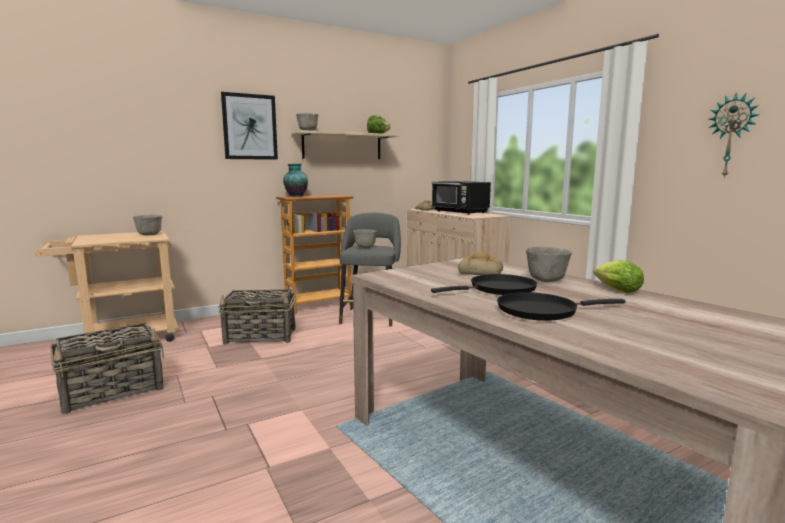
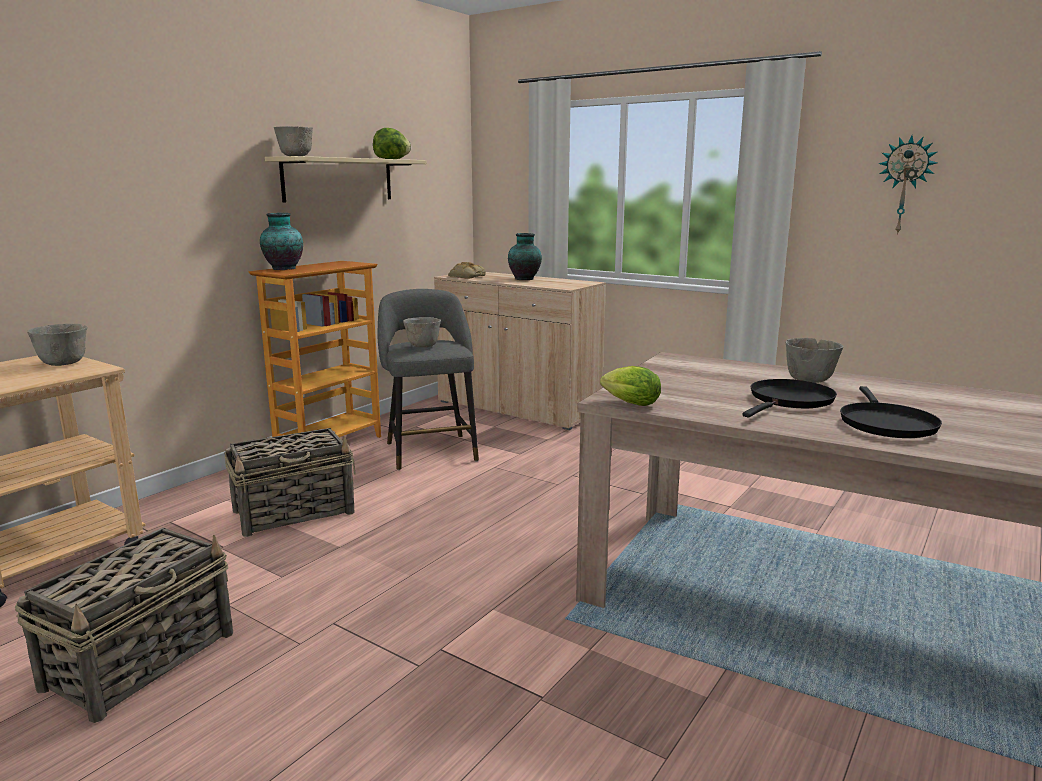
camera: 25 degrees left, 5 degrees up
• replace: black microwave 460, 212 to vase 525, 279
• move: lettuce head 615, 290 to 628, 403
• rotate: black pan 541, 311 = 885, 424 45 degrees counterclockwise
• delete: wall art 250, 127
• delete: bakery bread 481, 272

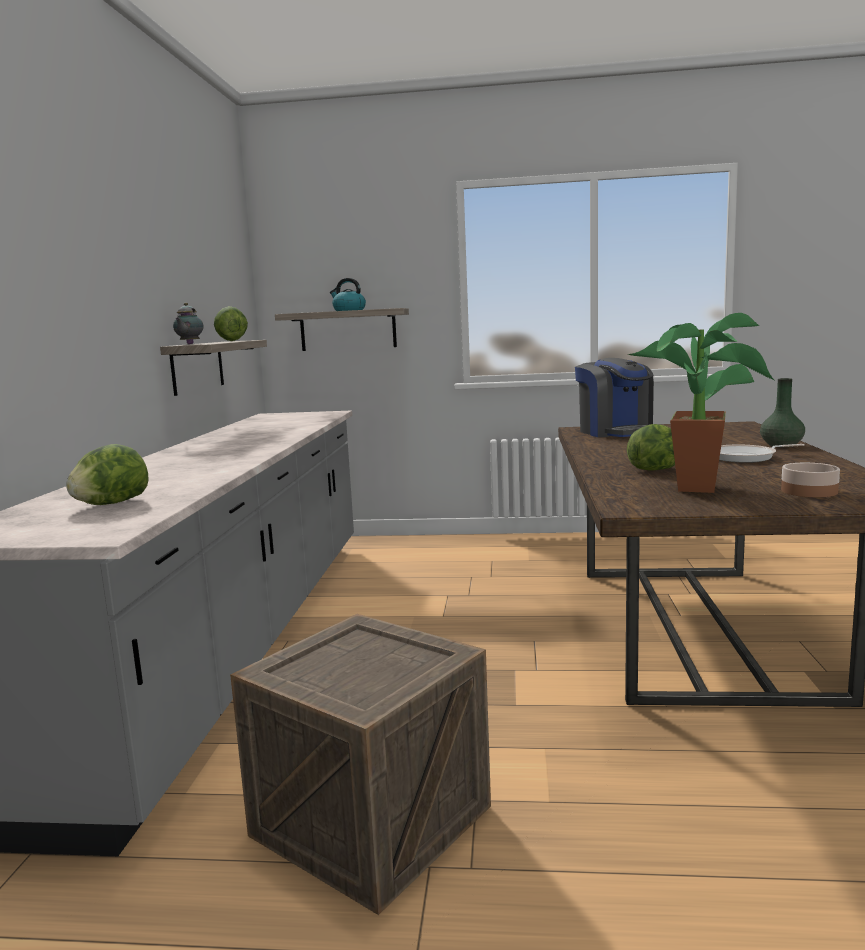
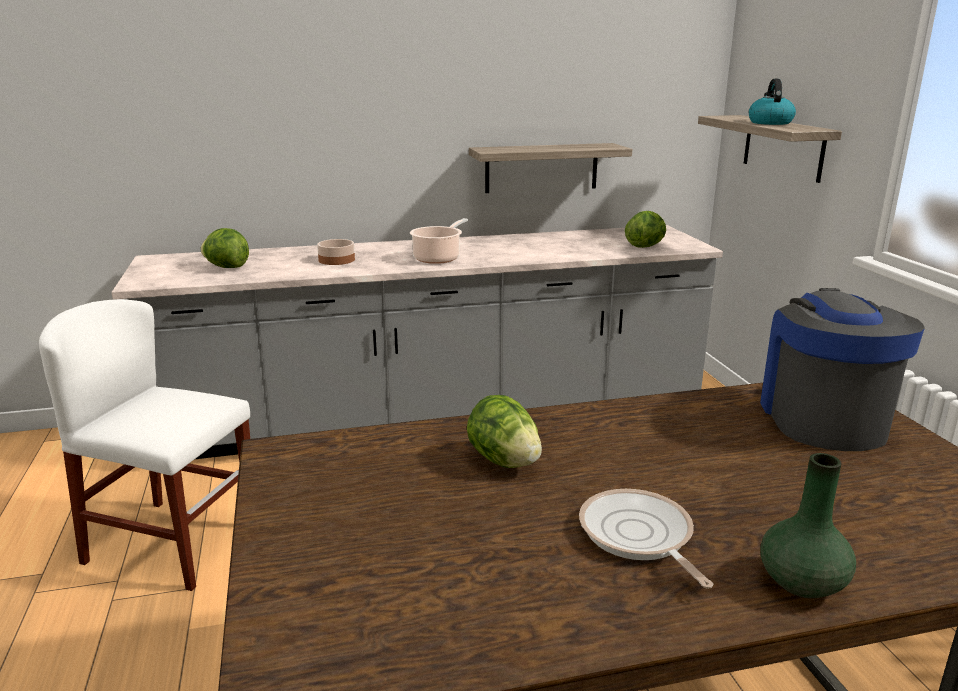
camera: 70 degrees right, 10 degrees up
• replace: crate 371, 821 to white upright chair 173, 543
• move: deep dish 810, 491 to 336, 260
• insert: saucepot 438, 258
• move: lettuce head 231, 341 to 645, 246
• rotate: coffee maker 616, 432 = 822, 418 135 degrees clockwise
• delete: tea pot 189, 344
• delete: plant in a pot 702, 486

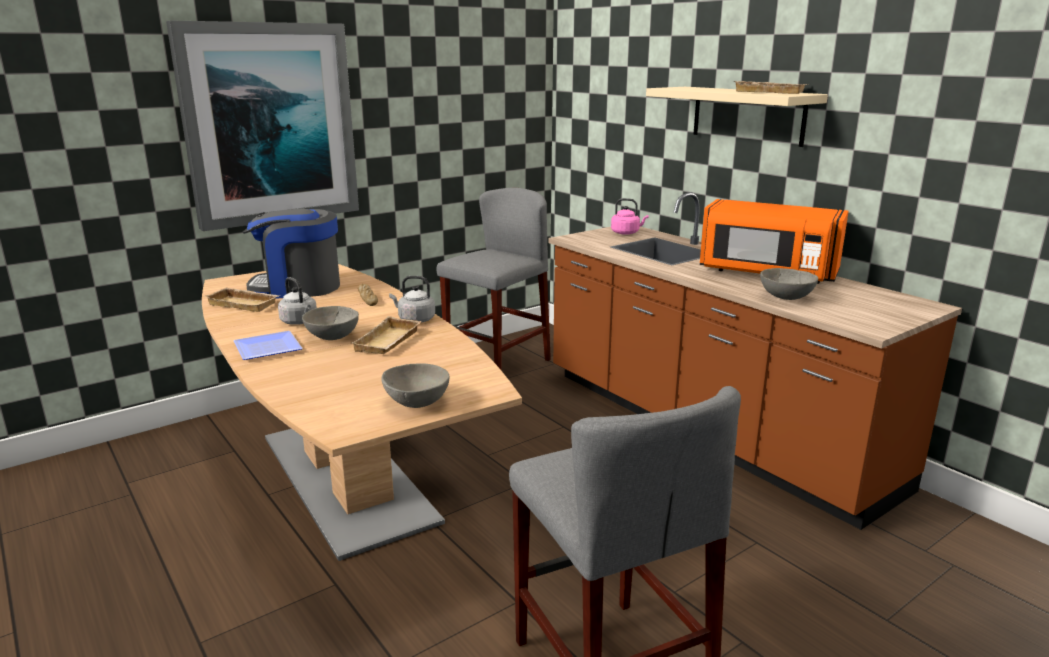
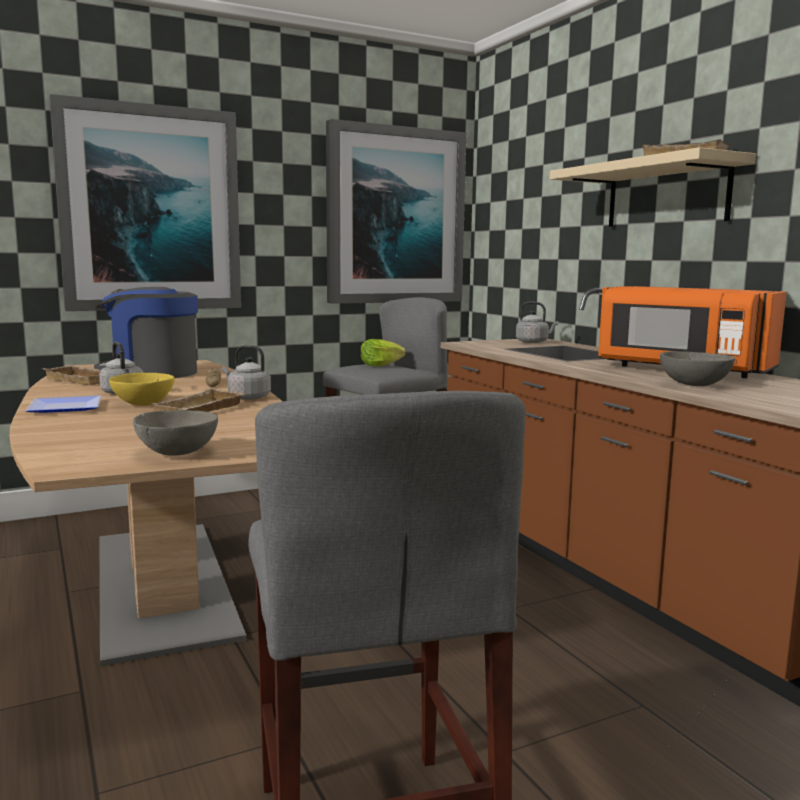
camera: 10 degrees right, 10 degrees down
• recolor: greyish deep dish 332, 337 to yellow deep dish 143, 404
• insert: wall art 395, 216
• insert: lettuce head 380, 365
• recolor: pinkish tea kettle 626, 233 to greyish tea kettle 533, 342

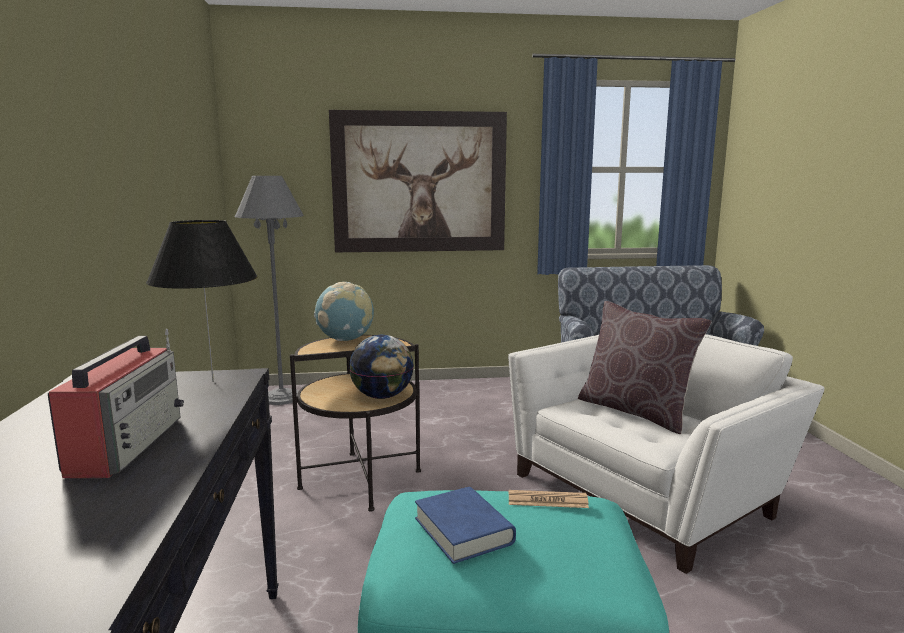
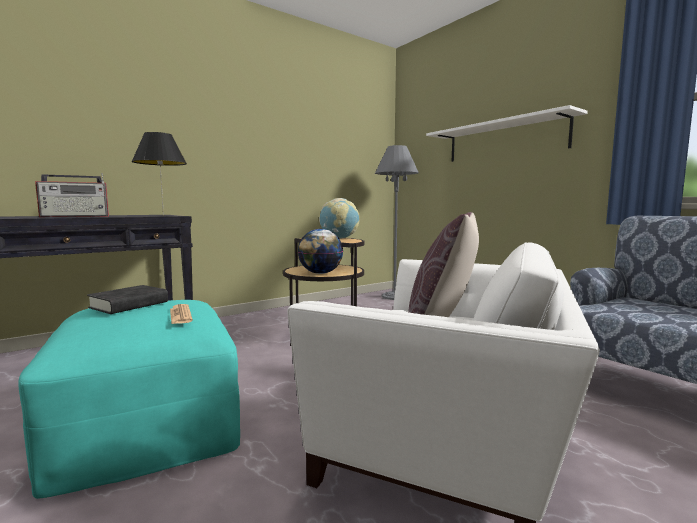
camera: 60 degrees right, 5 degrees down
• recolor: blue-coloured book 463, 531 to black book 129, 305
• replace: wall art 419, 182 to white shelf 504, 140

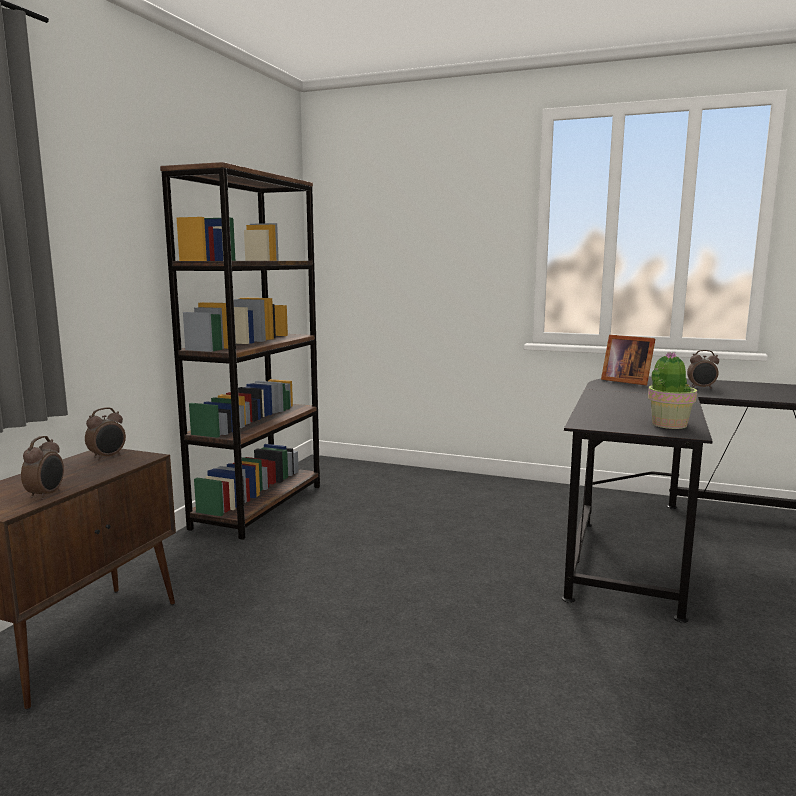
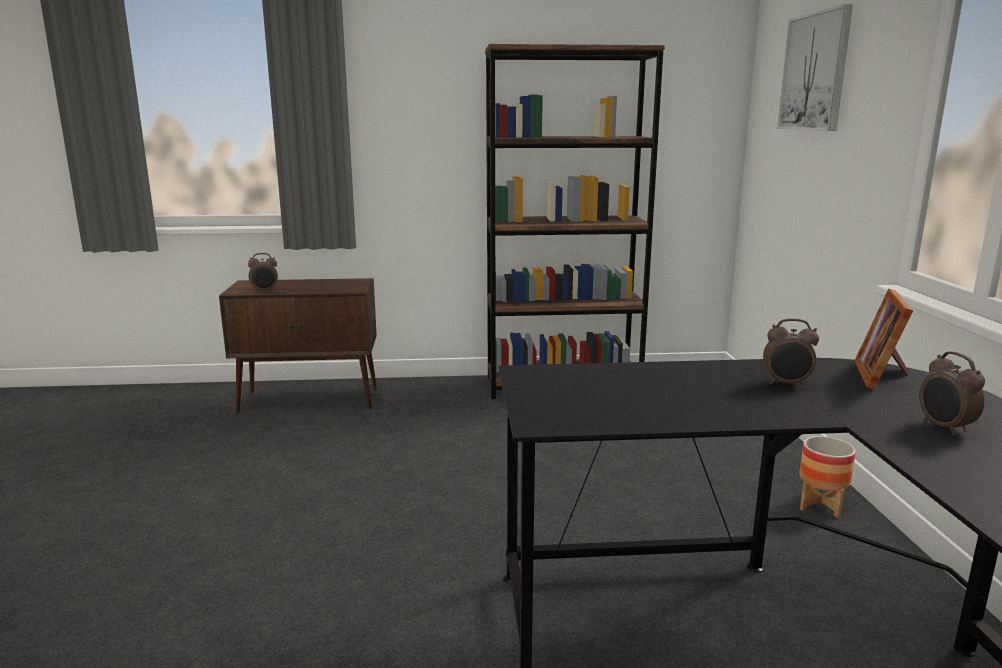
camera: 65 degrees right, 5 degrees up
• move: alarm clock 108, 457 to 786, 384
• insert: wall art 815, 72
• insert: plant pot 820, 505
• delete: plant in a pot 668, 425

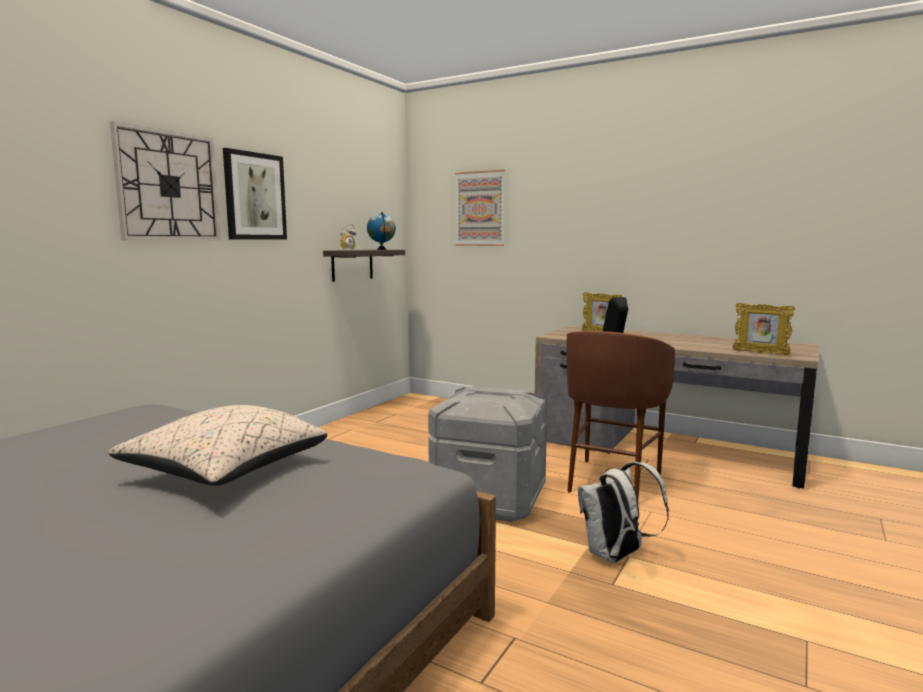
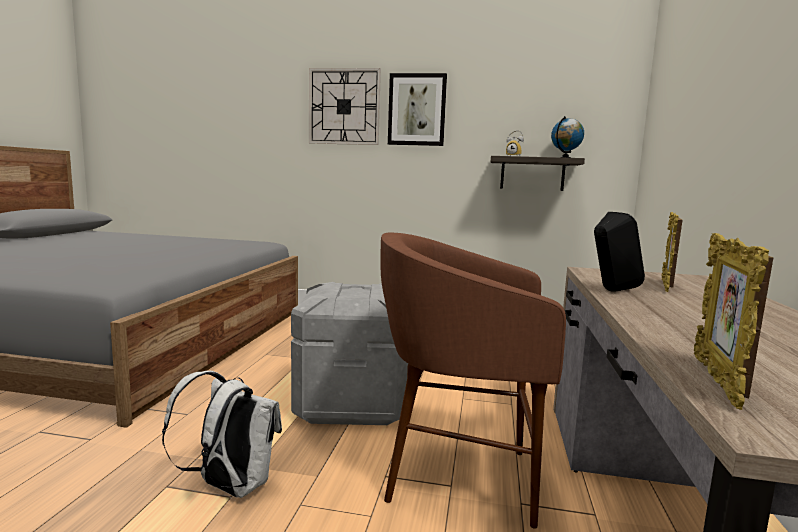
camera: 70 degrees right, 0 degrees up
• delete: sand-coloured pillow 225, 472
• delete: wall art 480, 209

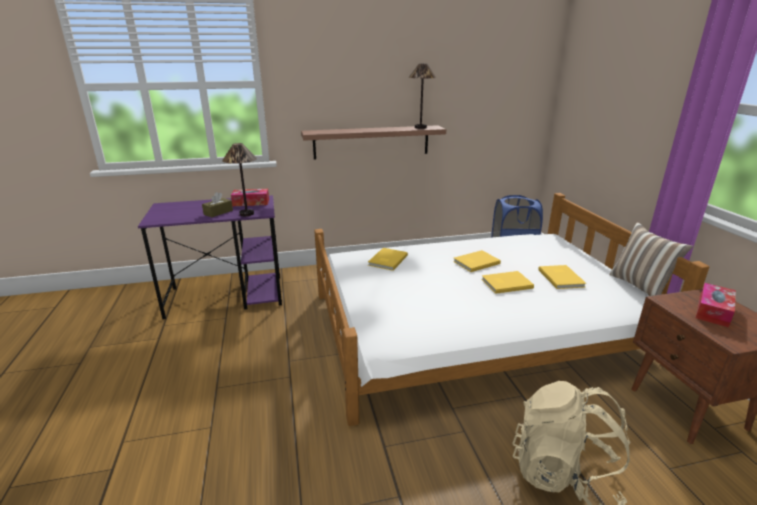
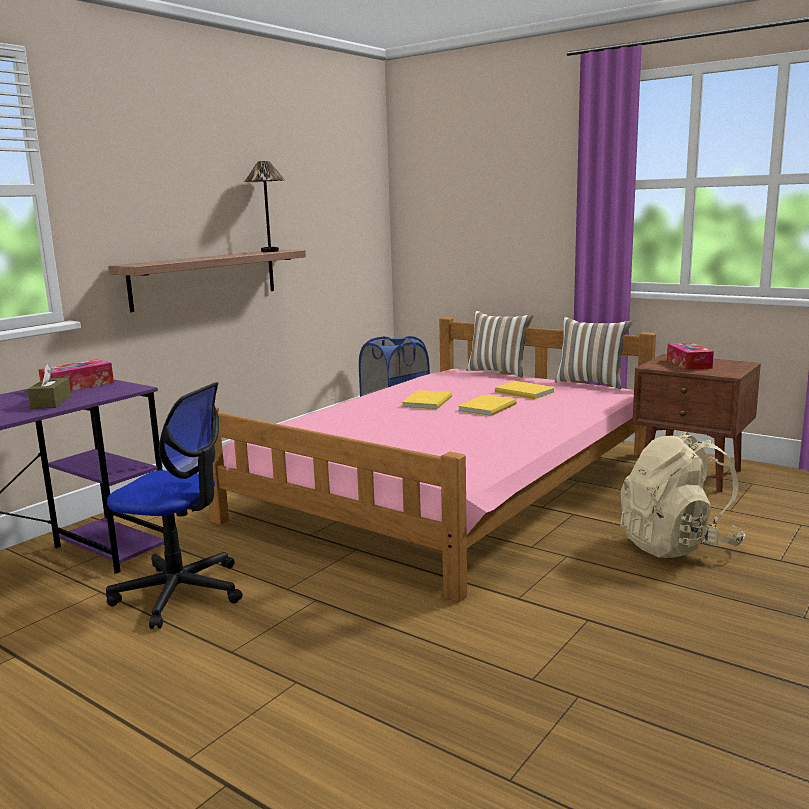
camera: 40 degrees left, 10 degrees down
• insert: desk chair 180, 592
• recolor: white bedroom bed 473, 327 to pinkish bedroom bed 450, 486
• insert: pillow 499, 372
• delete: lamp for a table 246, 214
• delete: yellow book 386, 260

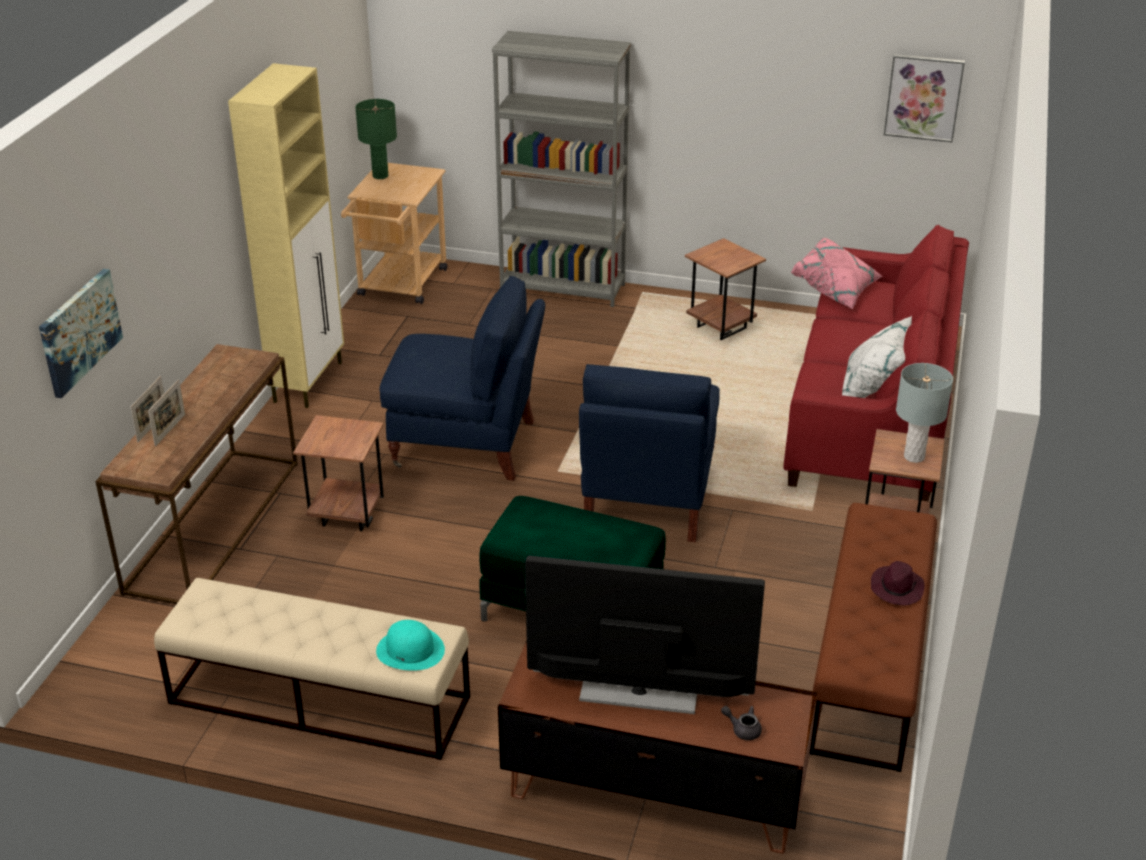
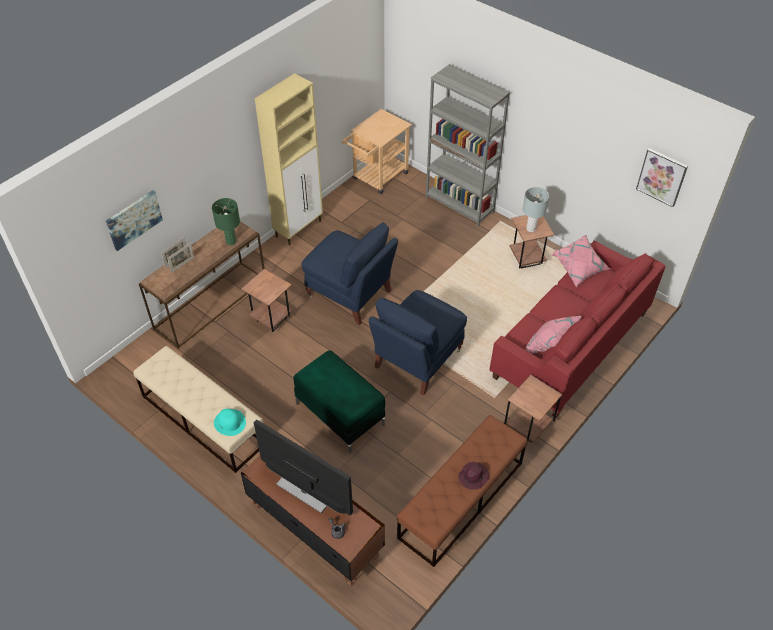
camera: 25 degrees right, 15 degrees up
• move: green-coloured lamp for a table 380, 176 to 231, 241
• move: greyish lamp for a table 913, 457 to 531, 228
• recolor: white pillow 872, 390 to pinkish pillow 549, 346

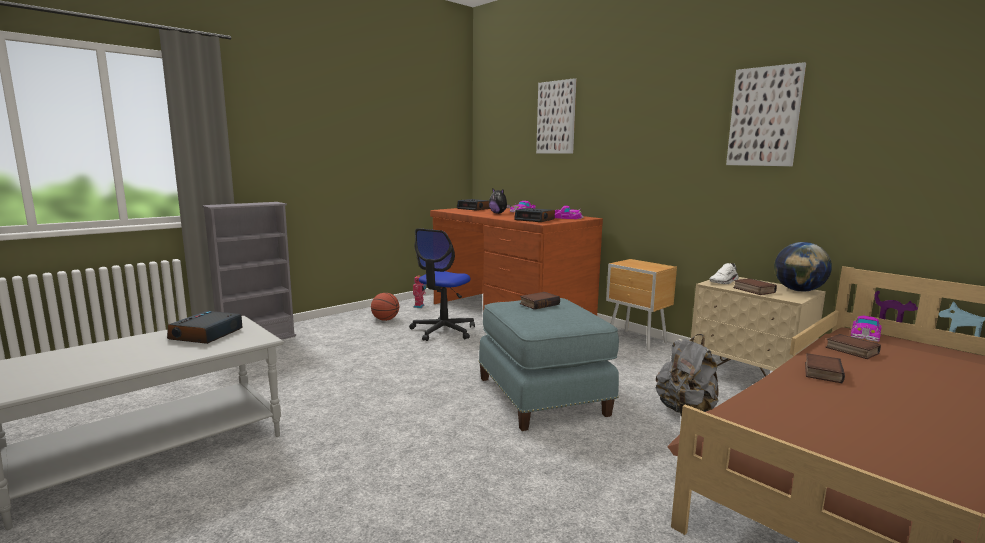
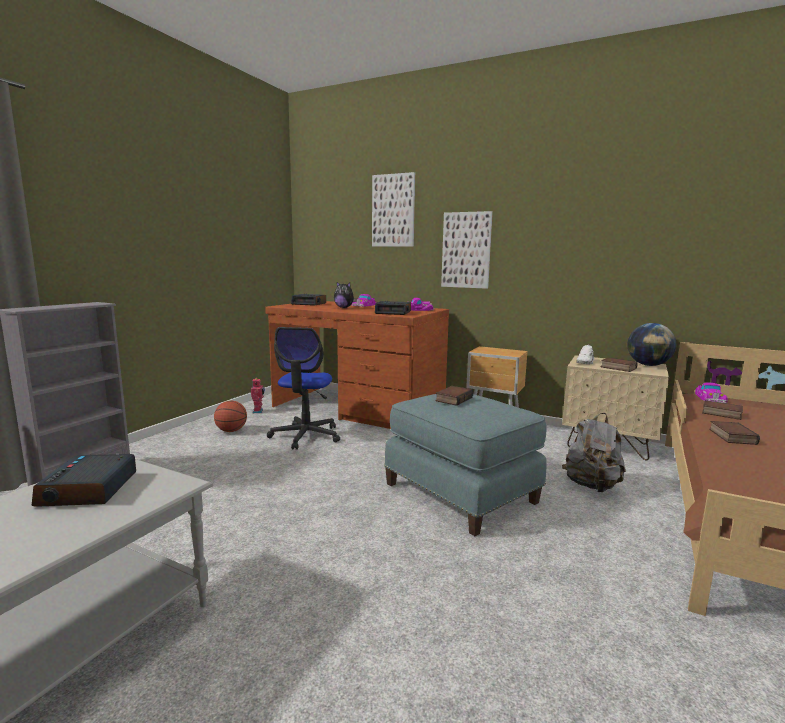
camera: 20 degrees left, 0 degrees up
• move: wall art 764, 117 to 466, 250

